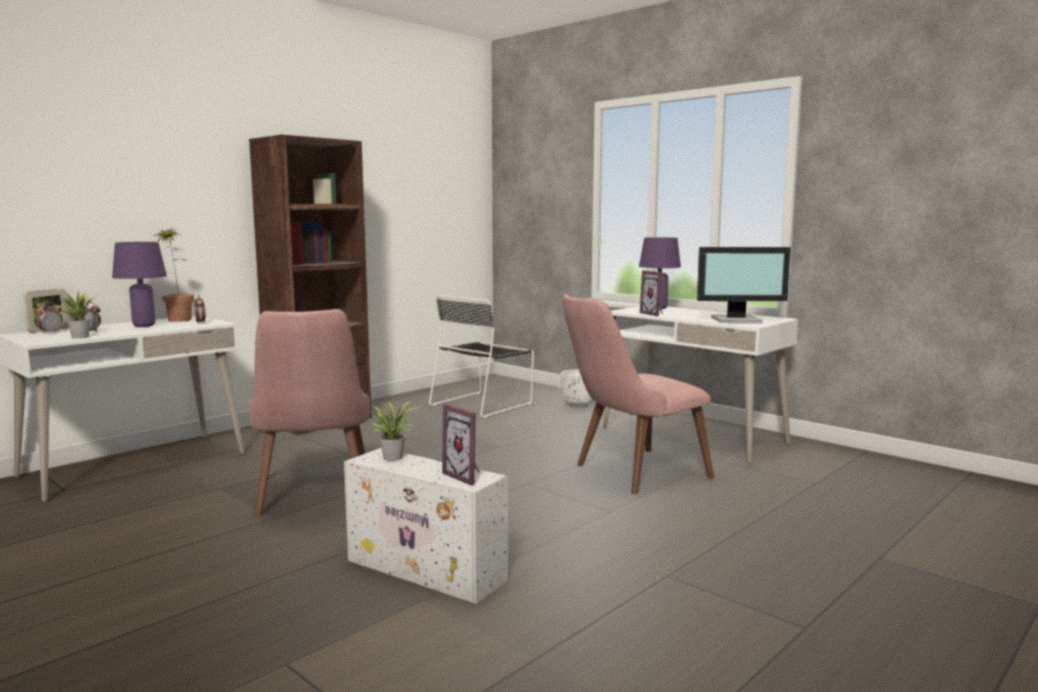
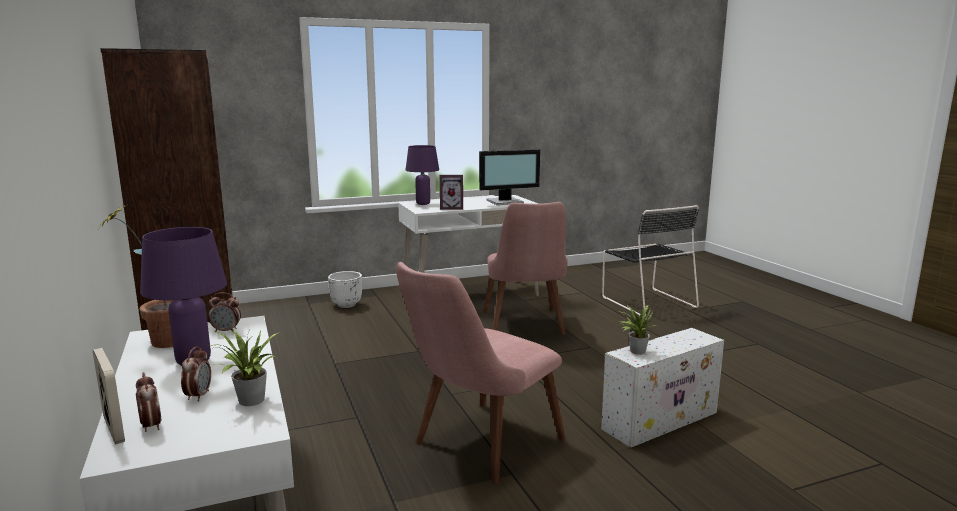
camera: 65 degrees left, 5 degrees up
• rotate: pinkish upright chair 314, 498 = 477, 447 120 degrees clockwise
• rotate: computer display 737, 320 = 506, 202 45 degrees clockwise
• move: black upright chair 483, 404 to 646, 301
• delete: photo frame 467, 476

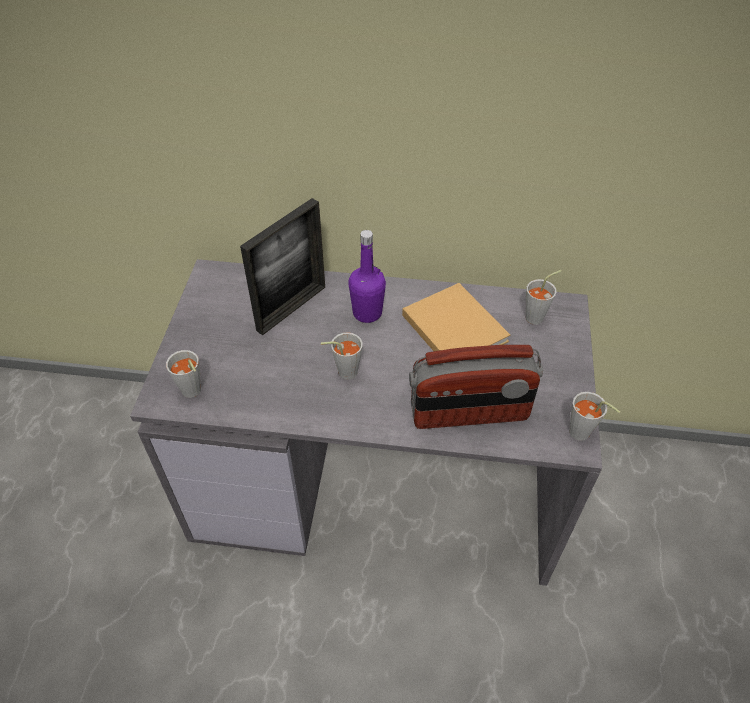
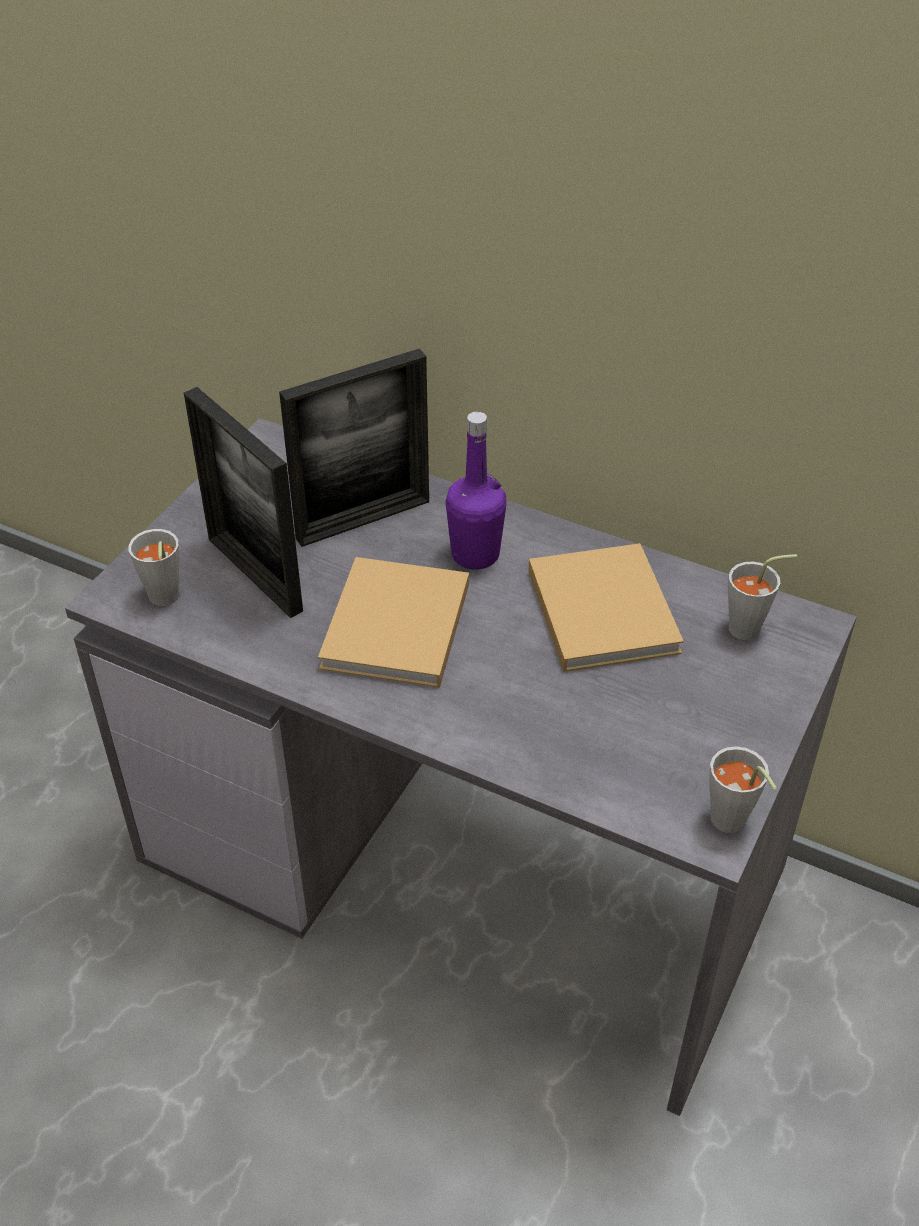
camera: 20 degrees right, 5 degrees down
• insert: photo frame 254, 574
• replace: greyish drinking cup 343, 372 to sand-coloured book 395, 629
• delete: radio receiver 469, 413

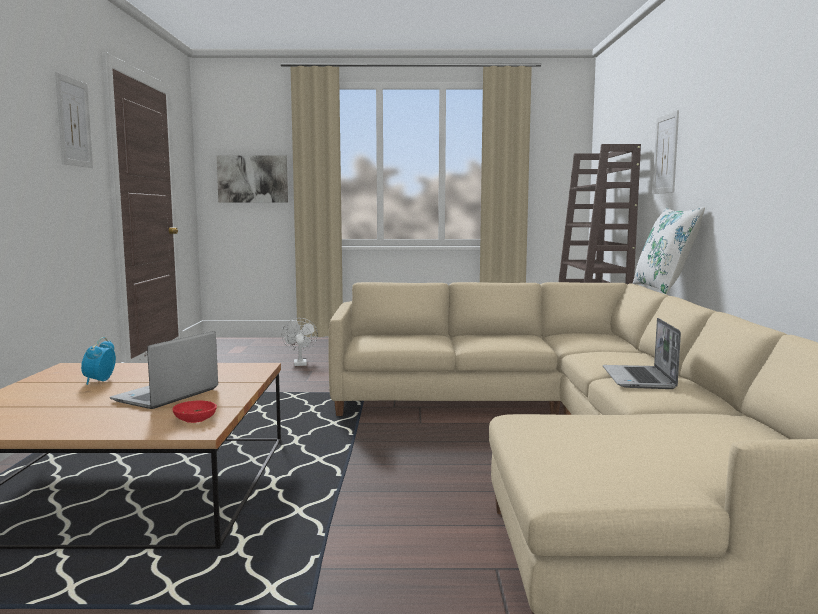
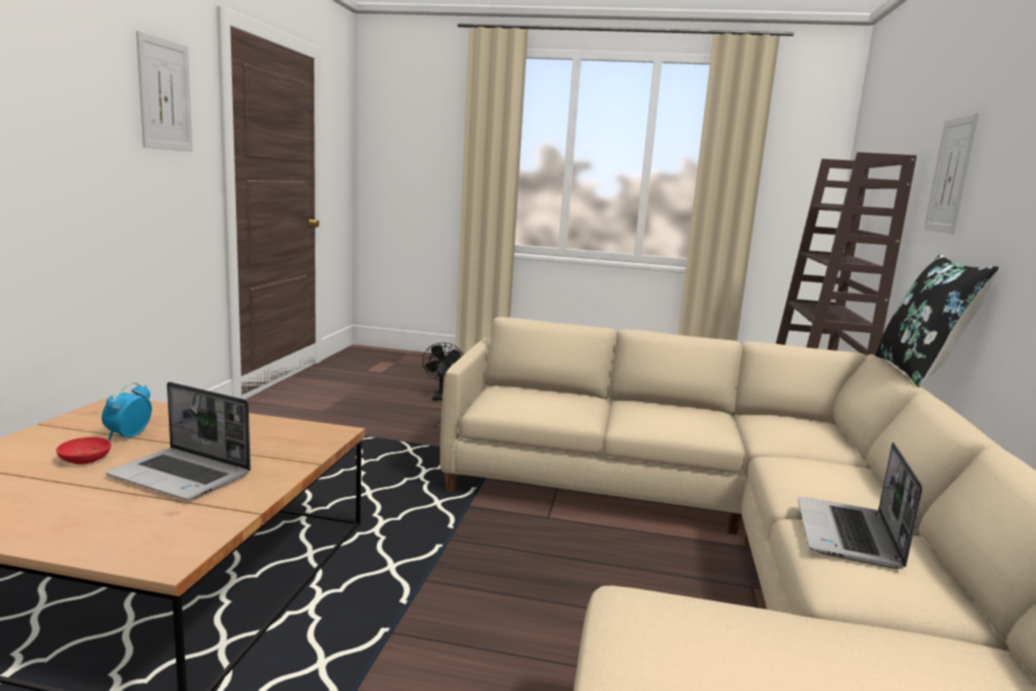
camera: 10 degrees right, 5 degrees up
• move: reddish deep dish 195, 419 to 86, 459
• rotate: notebook computer 166, 395 = 182, 476 105 degrees counterclockwise
• recolor: white electric fan 299, 363 to black electric fan 441, 396
• recolor: white pillow 663, 288 to black pillow 918, 373
• delete: wall art 253, 179

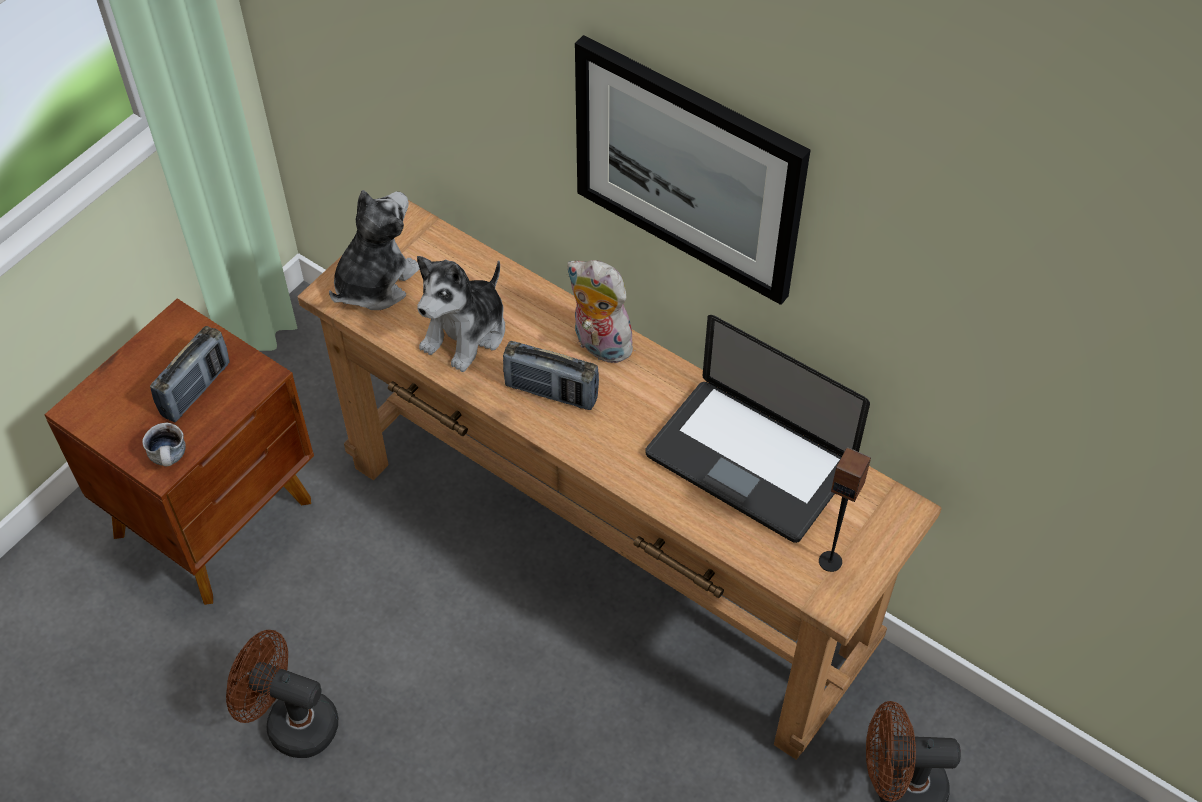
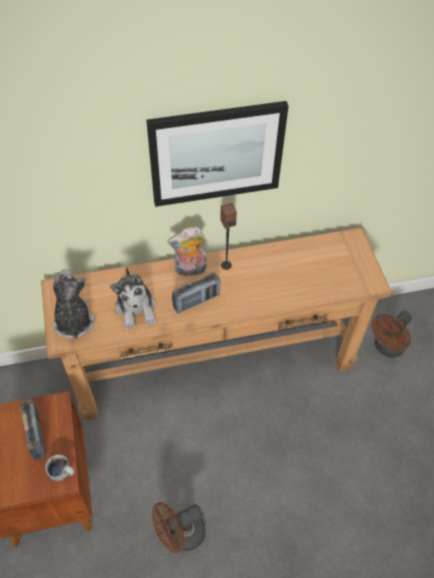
camera: 50 degrees left, 0 degrees up
• move: speaker 830, 561 to 226, 265
• delete: notebook computer 749, 462

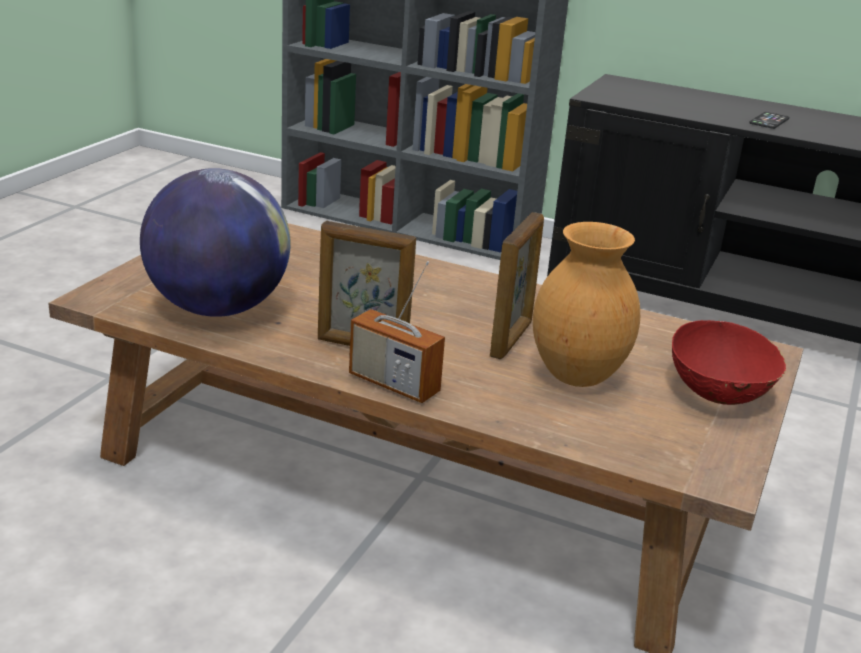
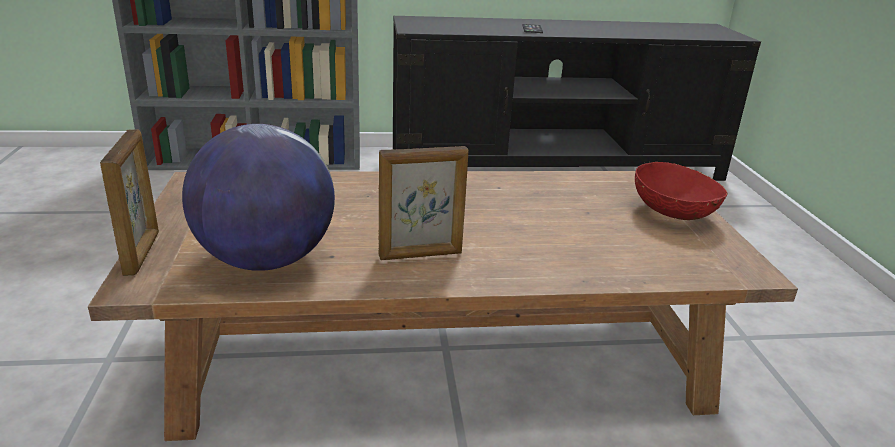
camera: 30 degrees left, 0 degrees up
• move: photo frame 511, 339 to 142, 253
• delete: radio receiver 393, 384
• delete: brown-coloured vase 575, 376

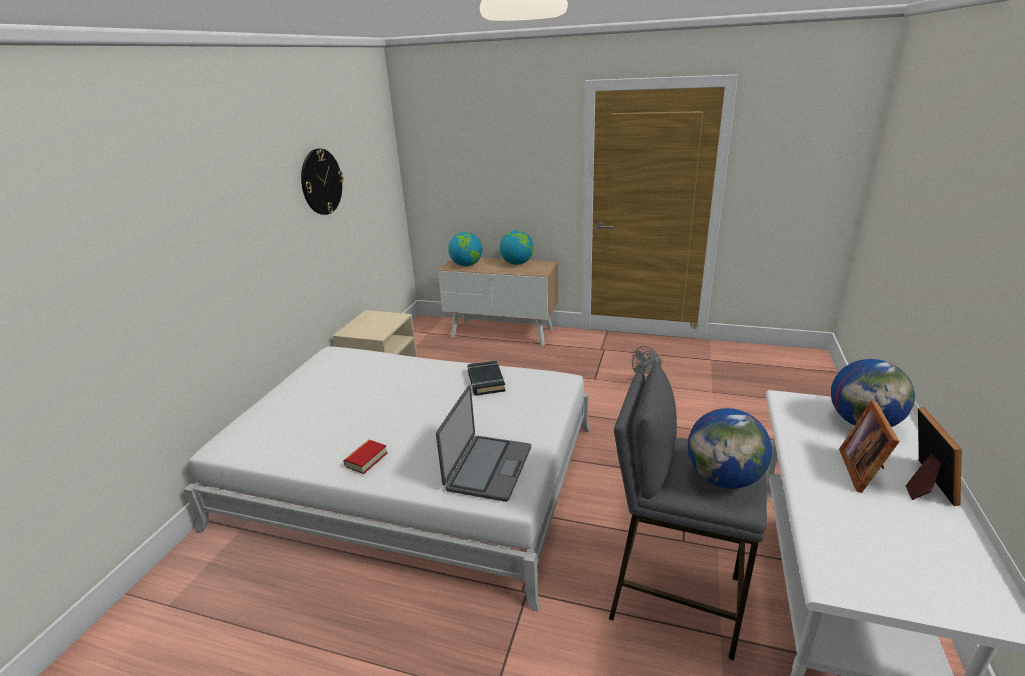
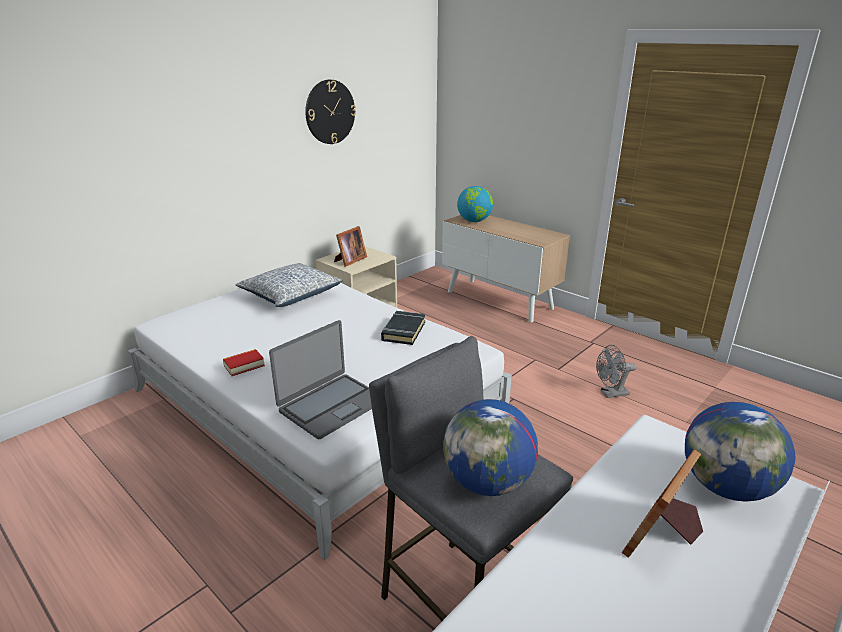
camera: 25 degrees right, 0 degrees up
• insert: pillow 291, 295
• move: photo frame 923, 483 to 349, 261
• delete: desk globe 517, 263

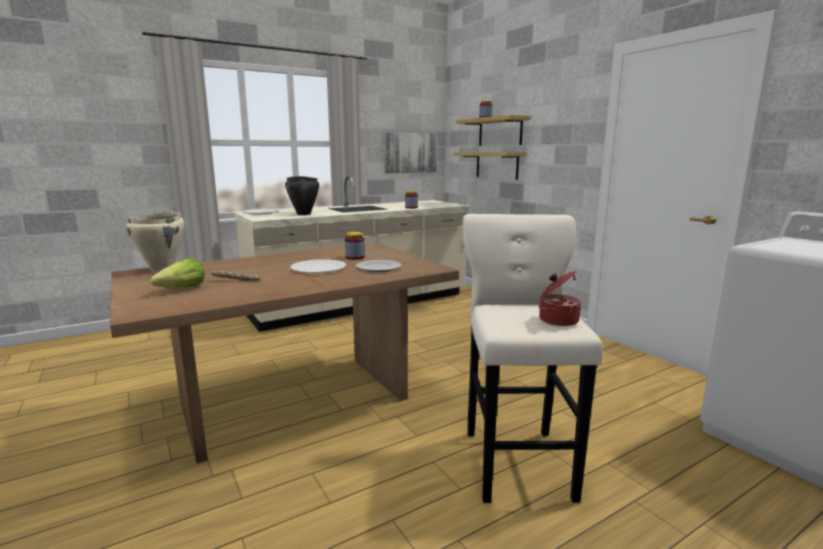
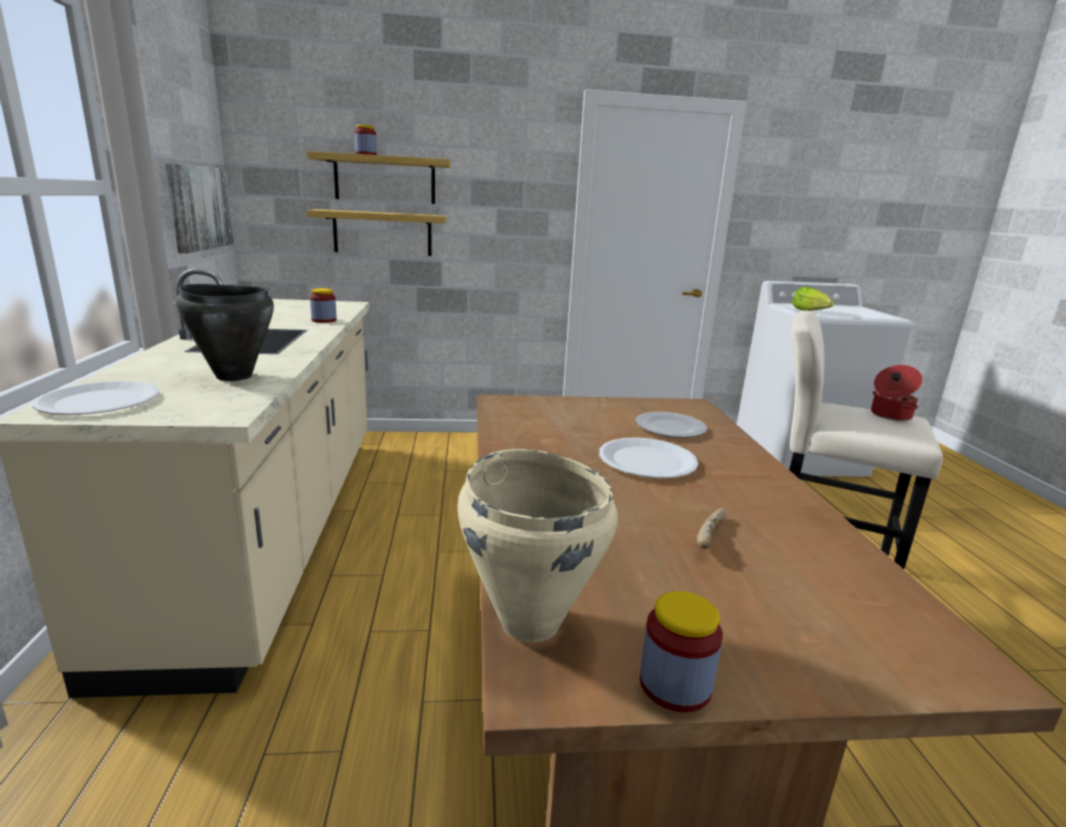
camera: 65 degrees left, 5 degrees up
• move: storage jar 355, 257 to 675, 685
• move: lettuce head 182, 289 to 810, 311

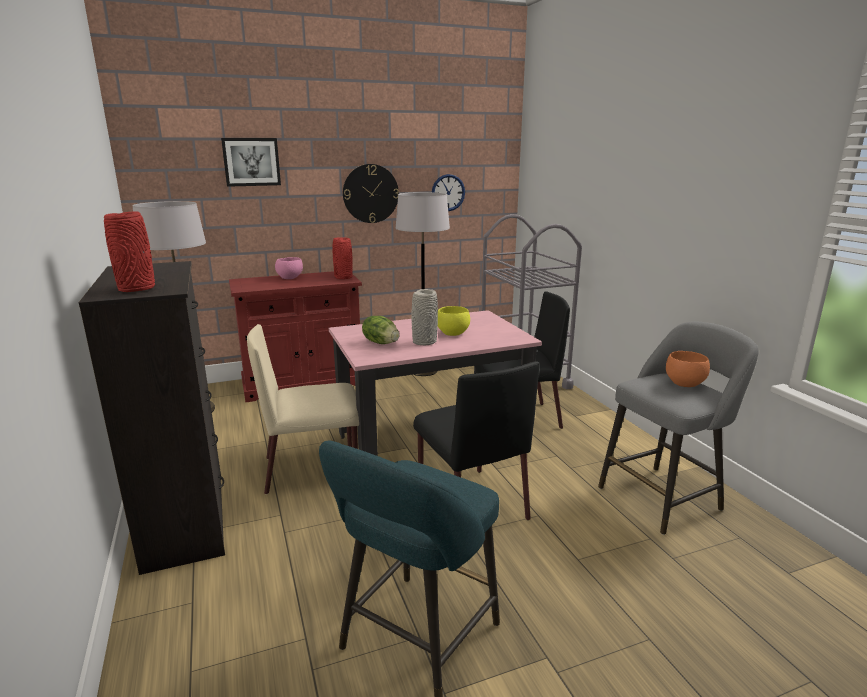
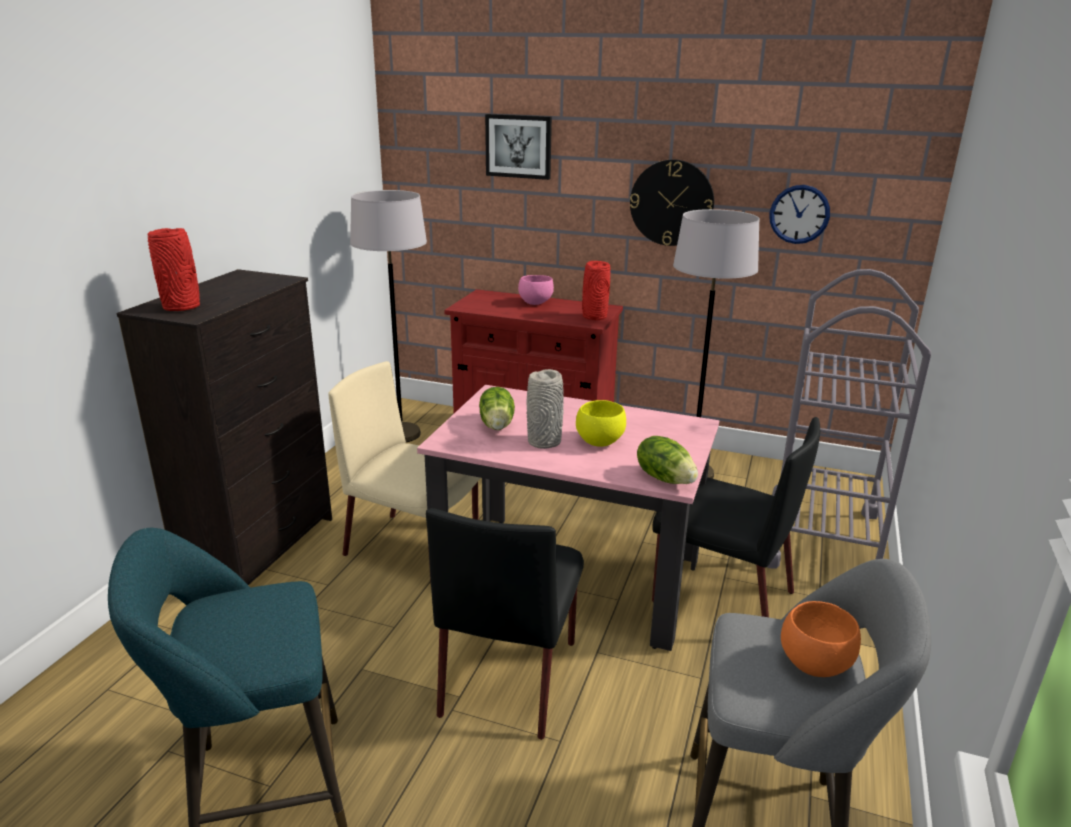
camera: 40 degrees right, 5 degrees up
• insert: lettuce head 665, 478

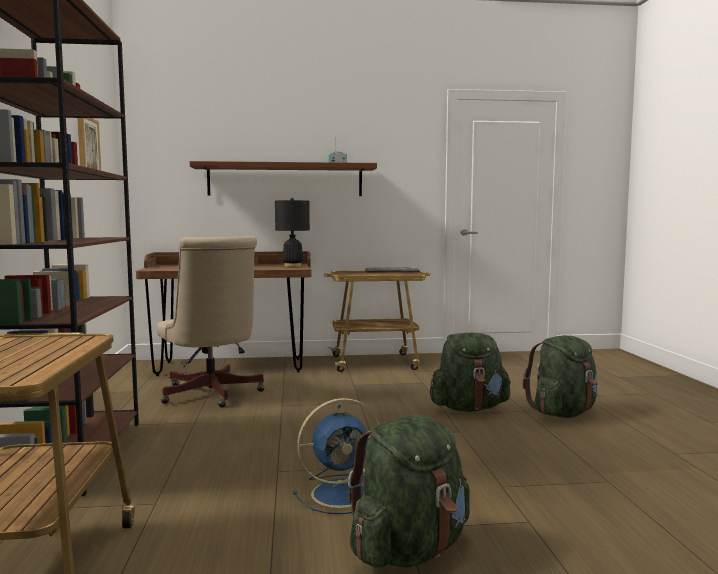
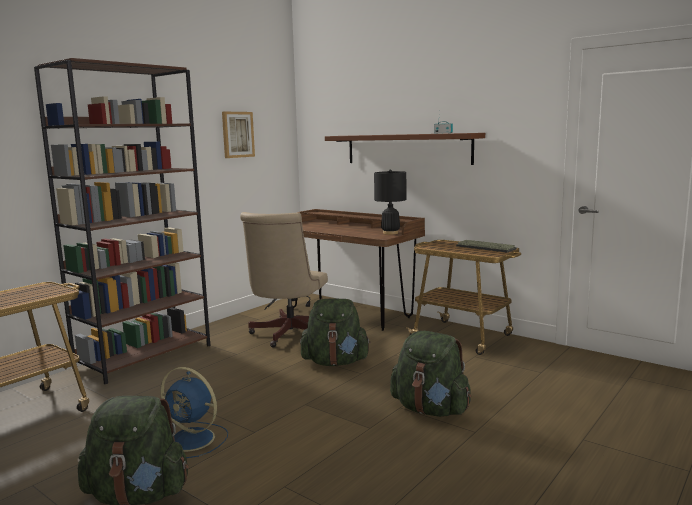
camera: 45 degrees right, 5 degrees up
• move: green-coloured knapsack 563, 413 to 335, 362

